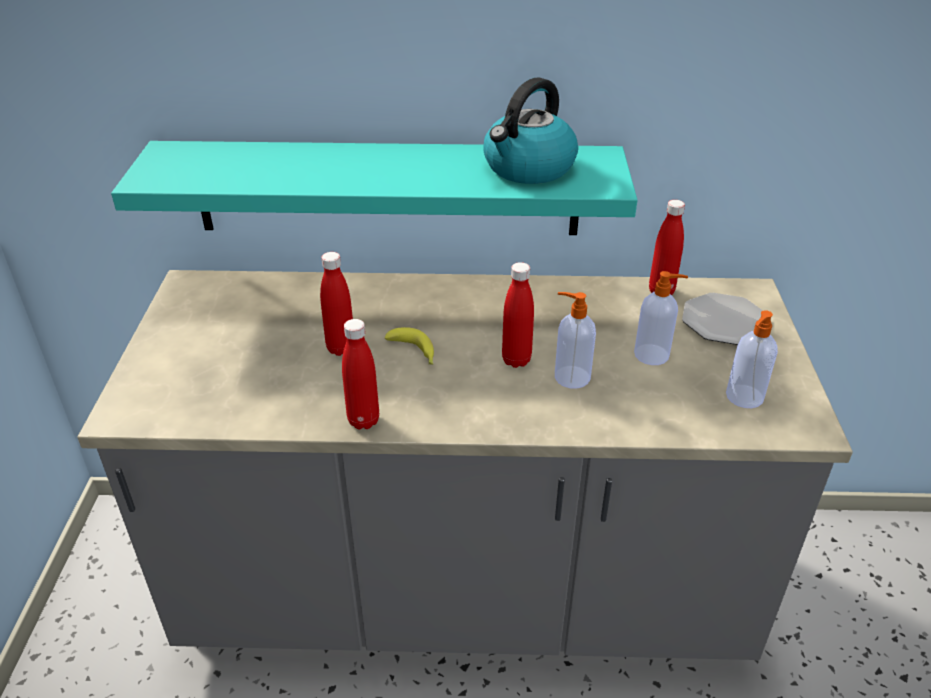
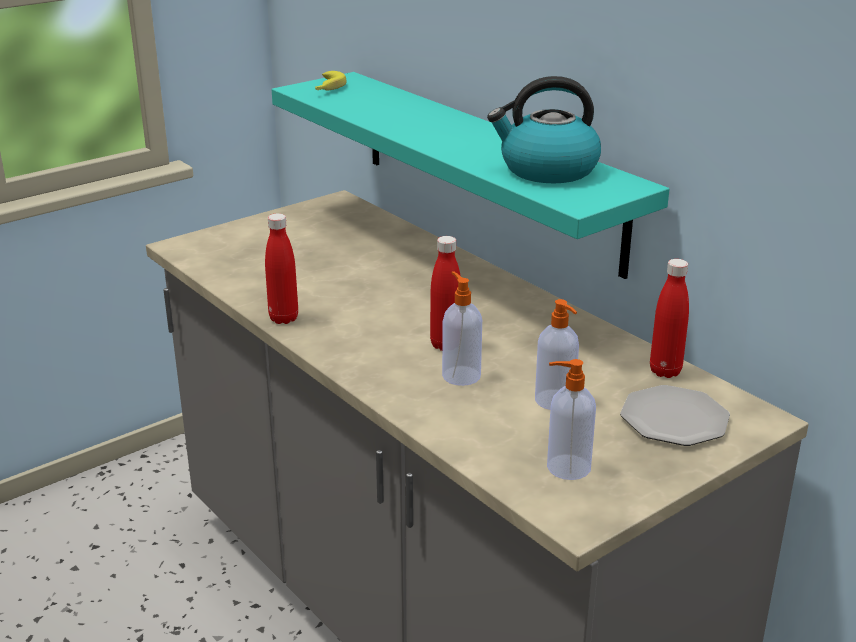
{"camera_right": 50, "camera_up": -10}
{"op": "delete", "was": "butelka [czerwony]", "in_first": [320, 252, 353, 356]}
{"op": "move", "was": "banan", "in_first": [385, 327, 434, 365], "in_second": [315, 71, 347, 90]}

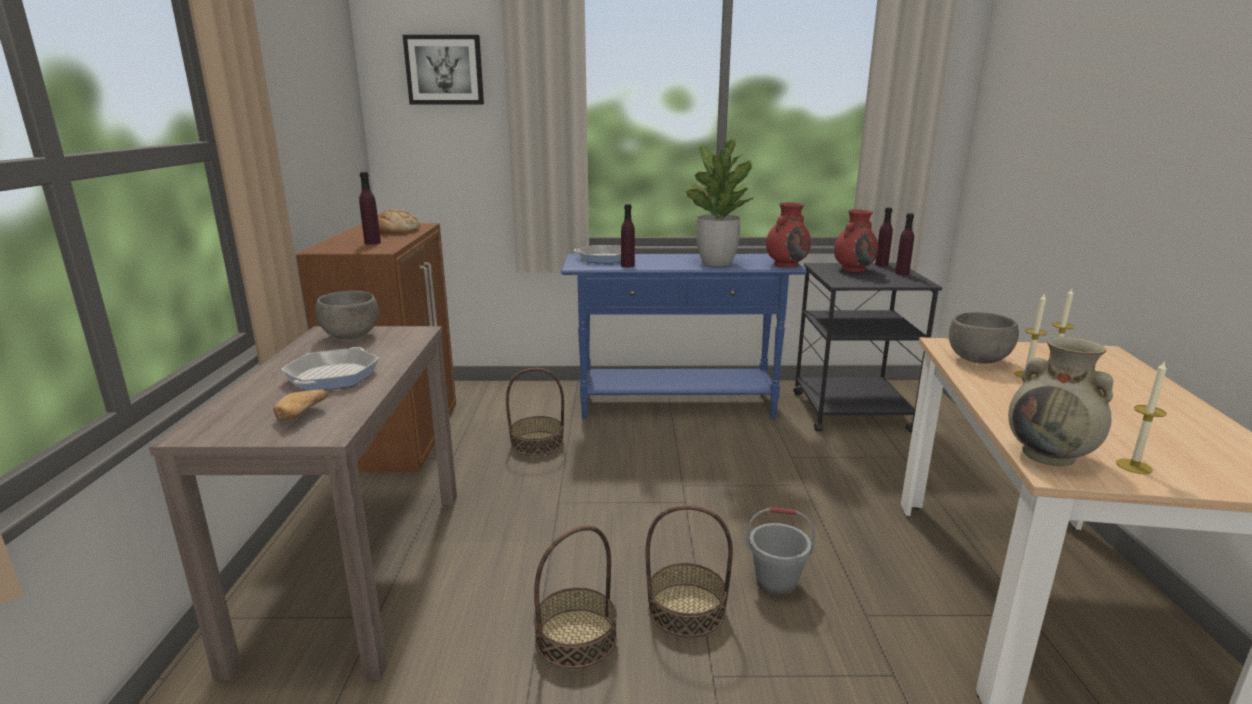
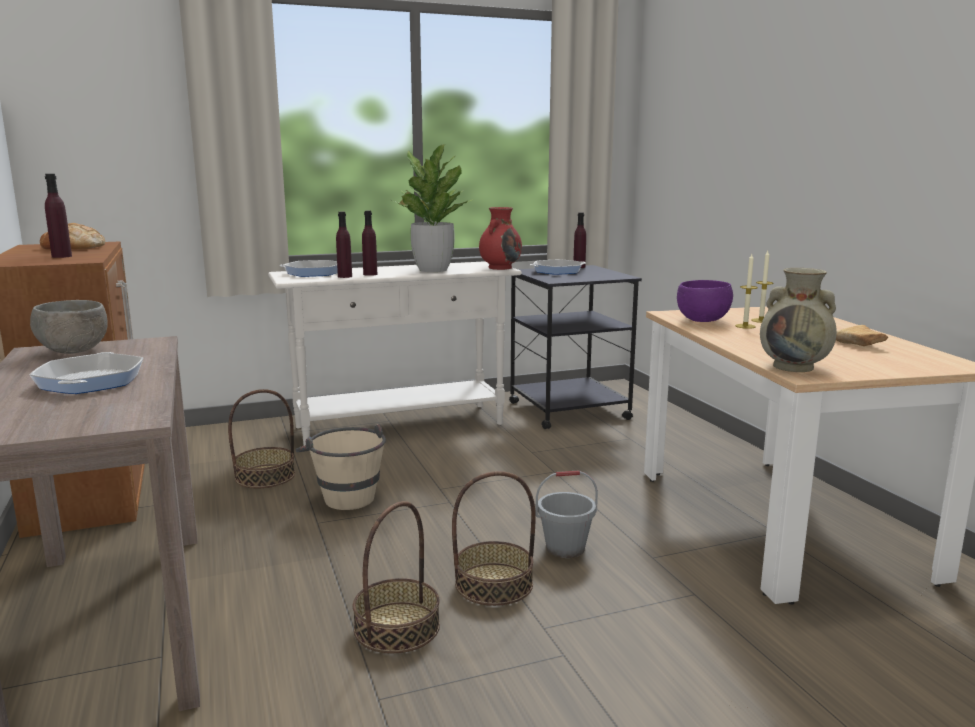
{"camera_right": -20, "camera_up": -5}
{"op": "move", "was": "chleb", "in_first": [273, 390, 328, 421], "in_second": [836, 325, 888, 346]}
{"op": "delete", "was": "obraz", "in_first": [403, 35, 484, 104]}
{"op": "recolor", "was": "stolik konsolowy [niebieski]", "now": "stolik konsolowy [biały]", "in_first": [561, 254, 807, 419], "in_second": [268, 261, 522, 446]}
{"op": "replace", "was": "wazon [czerwony]", "now": "patelnia", "in_first": [834, 209, 878, 272], "in_second": [530, 259, 586, 275]}
{"op": "move", "was": "butelka [fioletowy]", "in_first": [895, 213, 914, 275], "in_second": [362, 211, 377, 276]}
{"op": "recolor", "was": "miska [szary]", "now": "miska [fioletowy]", "in_first": [949, 312, 1019, 364], "in_second": [677, 280, 733, 322]}
{"op": "delete", "was": "świeca", "in_first": [1116, 360, 1167, 474]}
{"op": "insert", "now": "wiadro [beżowy]", "in_second": [296, 424, 386, 510]}

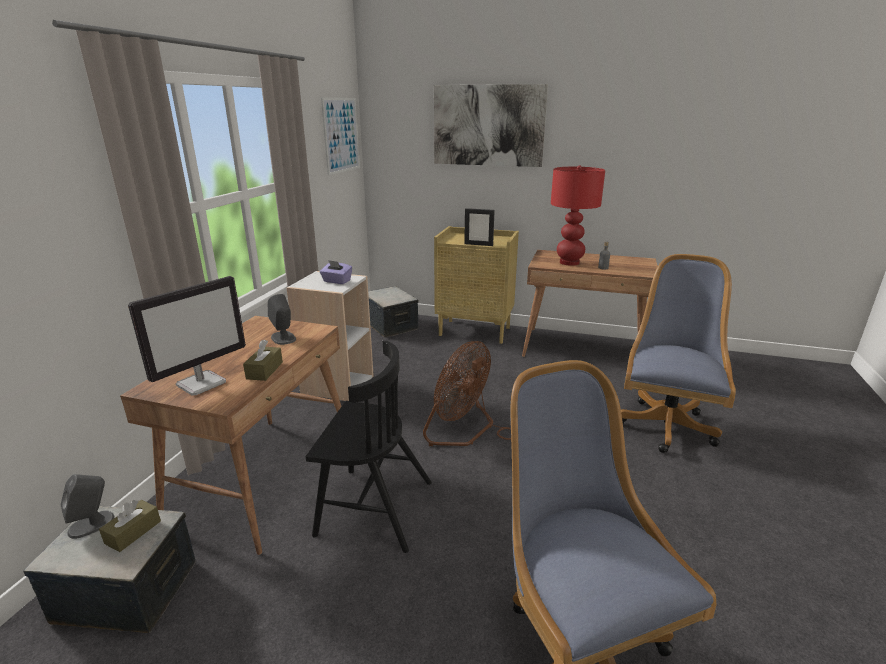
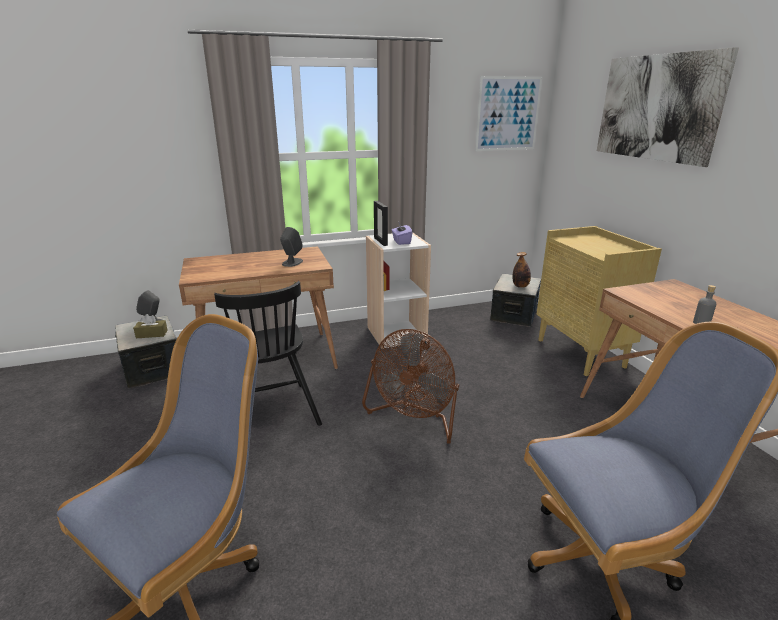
{"camera_right": 55, "camera_up": 0}
{"op": "delete", "was": "monitor", "in_first": [128, 276, 246, 395]}
{"op": "delete", "was": "pudełko chusteczek [brązowy]", "in_first": [243, 340, 283, 381]}
{"op": "rotate", "was": "wentylator [brązowy]", "in_first": [423, 341, 511, 446], "in_second": [362, 329, 459, 443], "clockwise": -150}
{"op": "move", "was": "ramka na zdjęcie", "in_first": [464, 208, 495, 246], "in_second": [374, 201, 388, 246]}
{"op": "delete", "was": "lampa stołowa [czerwony]", "in_first": [551, 165, 605, 266]}
{"op": "insert", "now": "butelka", "in_second": [512, 252, 531, 288]}

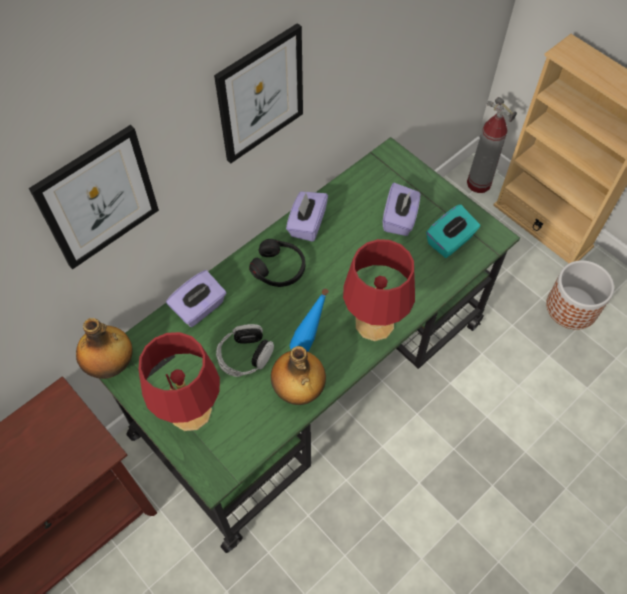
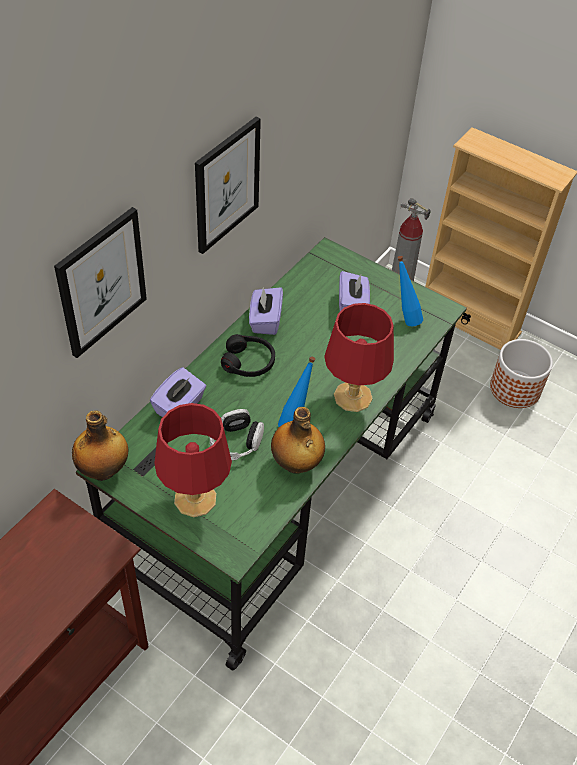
{"camera_right": -15, "camera_up": -10}
{"op": "replace", "was": "pudełko chusteczek [turkusowy]", "now": "butelka [niebieski]", "in_first": [426, 204, 480, 258], "in_second": [397, 256, 423, 326]}

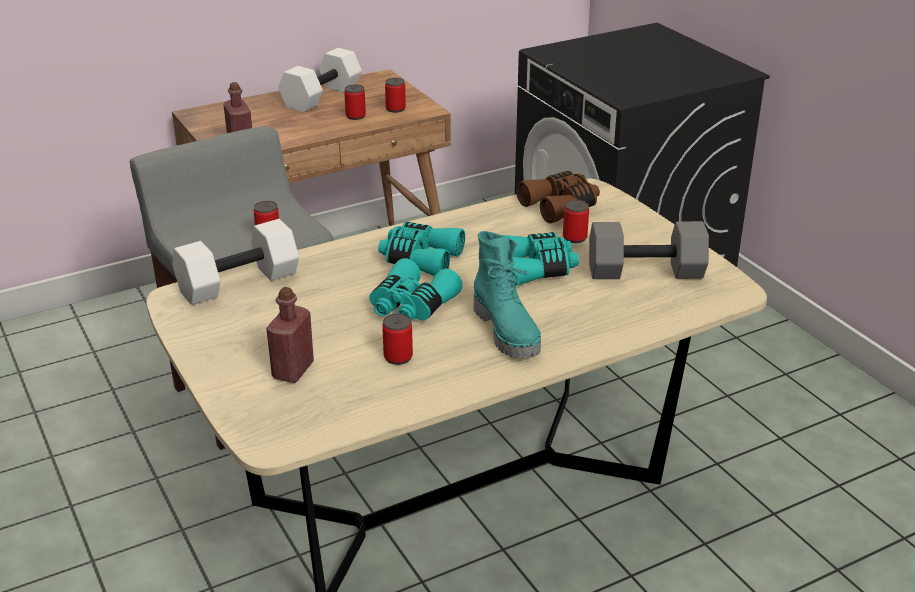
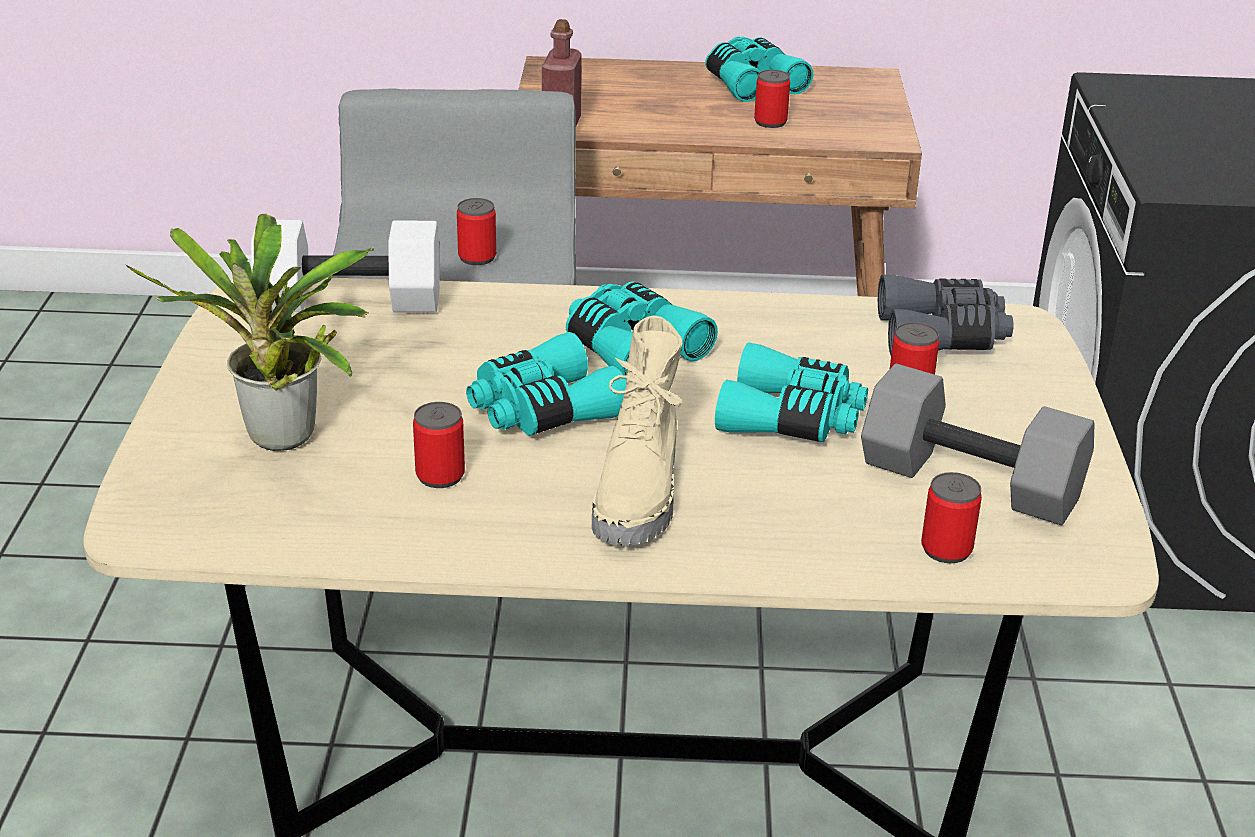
{"camera_right": 30, "camera_up": 0}
{"op": "replace", "was": "butelka [czerwony]", "now": "roślina doniczkowa", "in_first": [266, 287, 314, 383], "in_second": [126, 213, 374, 451]}
{"op": "replace", "was": "hantel [biały]", "now": "lornetka [turkusowy]", "in_first": [278, 48, 362, 112], "in_second": [705, 37, 813, 102]}
{"op": "move", "was": "puszka", "in_first": [385, 78, 406, 113], "in_second": [921, 472, 982, 563]}
{"op": "recolor", "was": "but z cholewką [turkusowy]", "now": "but z cholewką [beżowy]", "in_first": [474, 231, 541, 358], "in_second": [592, 316, 683, 545]}
{"op": "recolor", "was": "lornetka [brązowy]", "now": "lornetka [szary]", "in_first": [516, 171, 600, 223], "in_second": [878, 275, 1013, 355]}

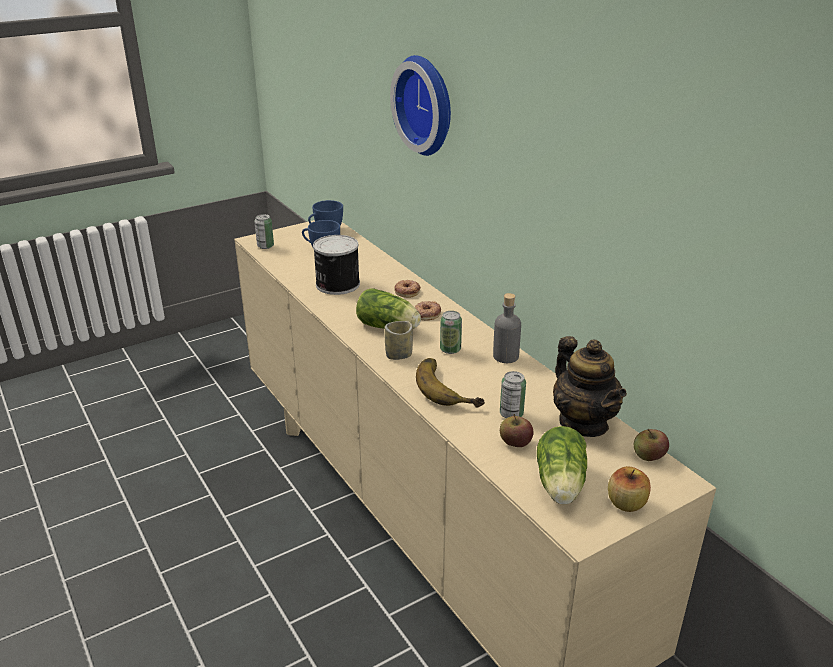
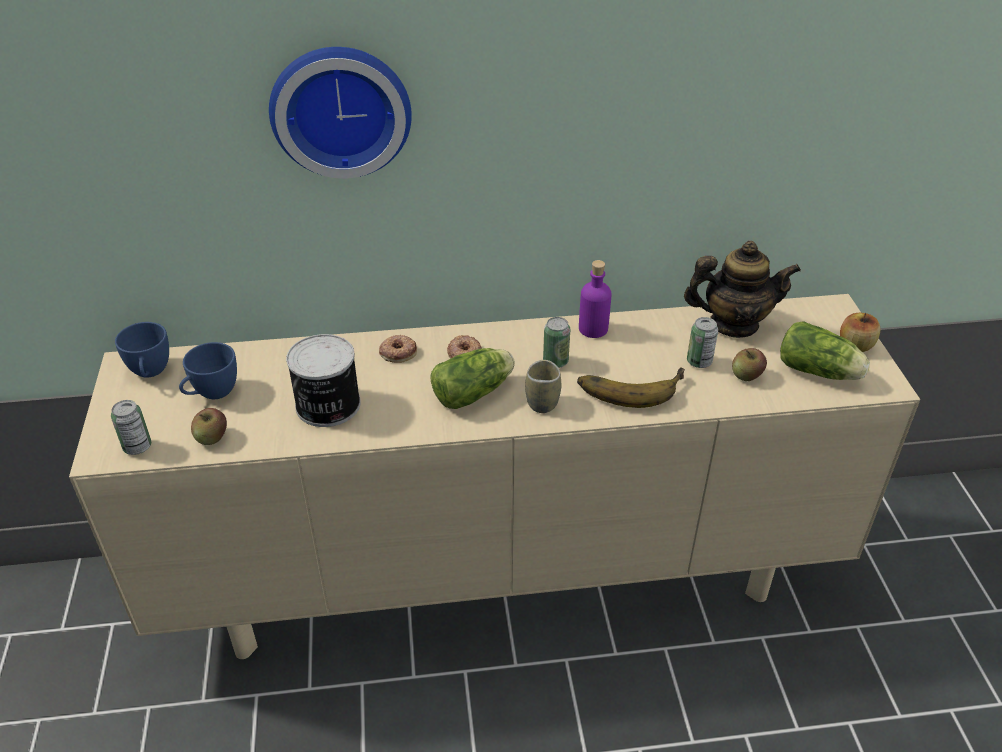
{"camera_right": -65, "camera_up": 10}
{"op": "recolor", "was": "butelka [szary]", "now": "butelka [fioletowy]", "in_first": [493, 293, 521, 363], "in_second": [579, 260, 612, 338]}
{"op": "move", "was": "jabłko", "in_first": [634, 429, 669, 461], "in_second": [191, 408, 227, 445]}

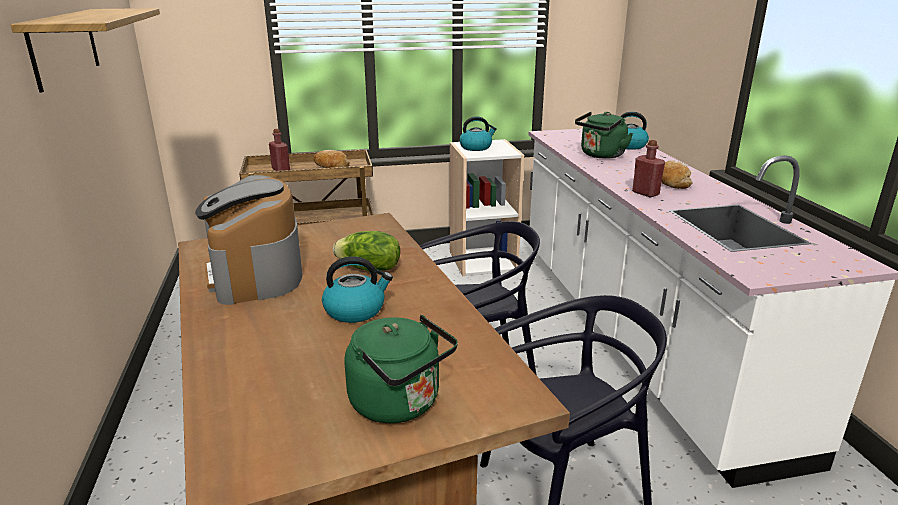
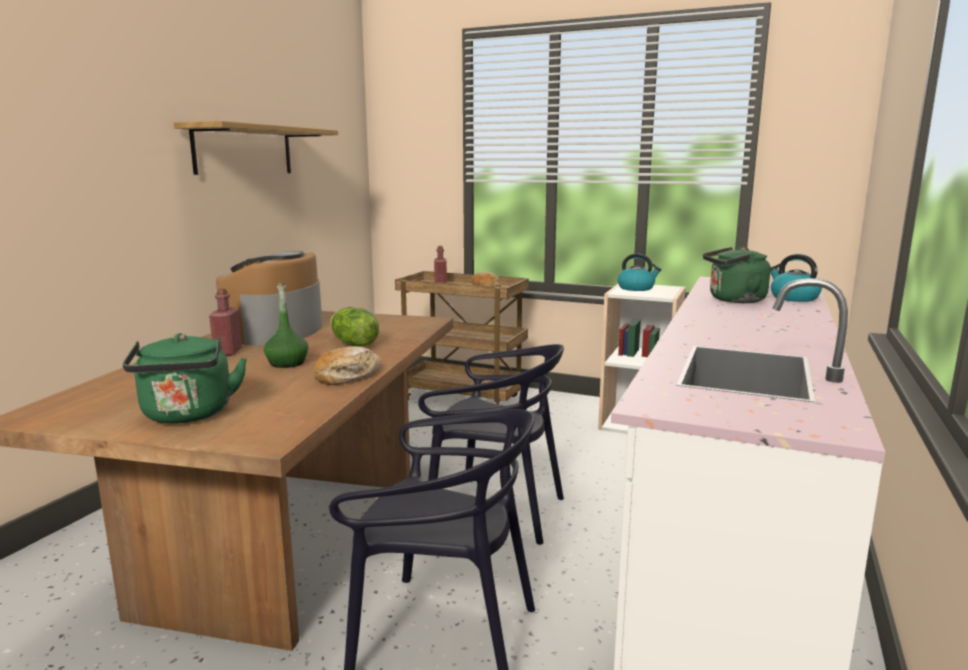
{"camera_right": 35, "camera_up": -10}
{"op": "replace", "was": "czajnik", "now": "butelka [zielony]", "in_first": [322, 256, 393, 323], "in_second": [264, 283, 308, 368]}
{"op": "move", "was": "butelka [czerwony]", "in_first": [632, 140, 665, 197], "in_second": [209, 288, 242, 356]}
{"op": "move", "was": "chleb", "in_first": [661, 161, 693, 189], "in_second": [313, 346, 381, 385]}

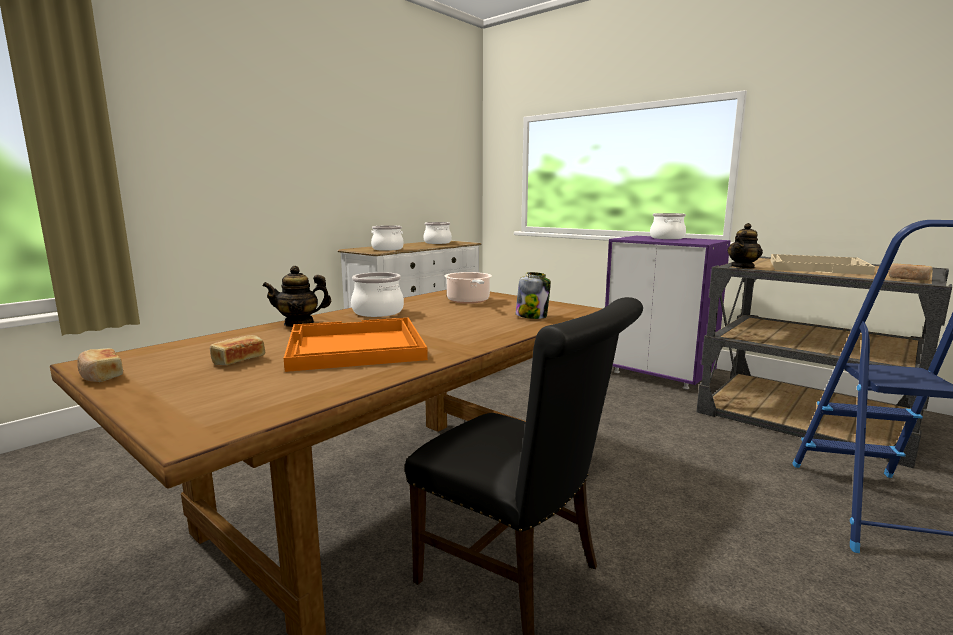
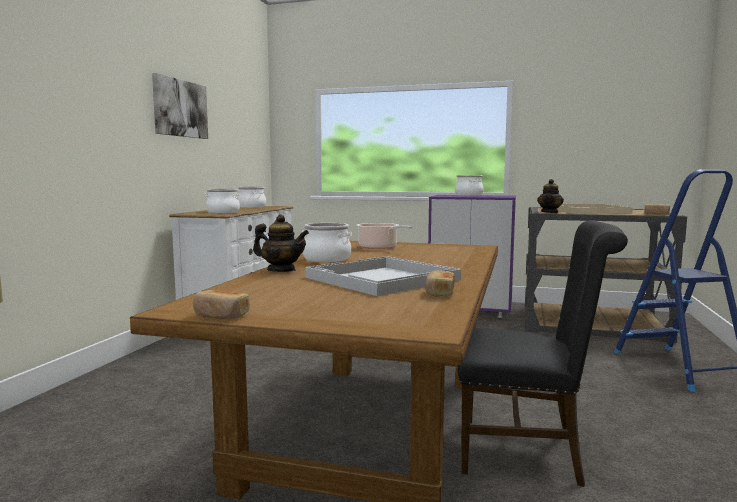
{"camera_right": -25, "camera_up": -5}
{"op": "move", "was": "chleb", "in_first": [210, 335, 265, 365], "in_second": [425, 270, 455, 297]}
{"op": "rotate", "was": "imbryk", "in_first": [262, 266, 331, 327], "in_second": [253, 214, 309, 272], "clockwise": -120}
{"op": "recolor", "was": "taca [pomarańczowy]", "now": "taca [biały]", "in_first": [284, 318, 428, 372], "in_second": [305, 256, 461, 296]}
{"op": "delete", "was": "słoik", "in_first": [516, 272, 551, 319]}
{"op": "insert", "now": "obraz", "in_second": [152, 73, 208, 139]}

